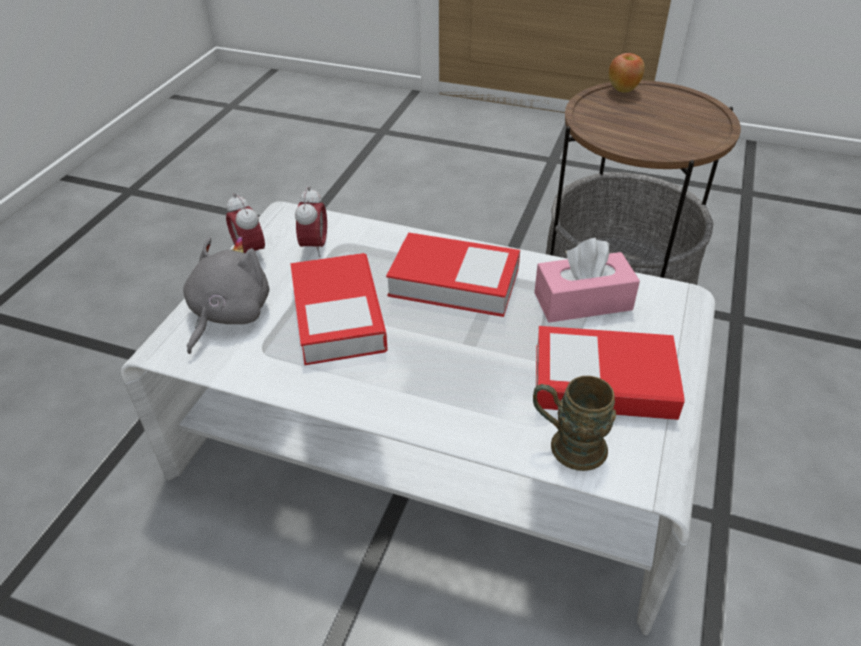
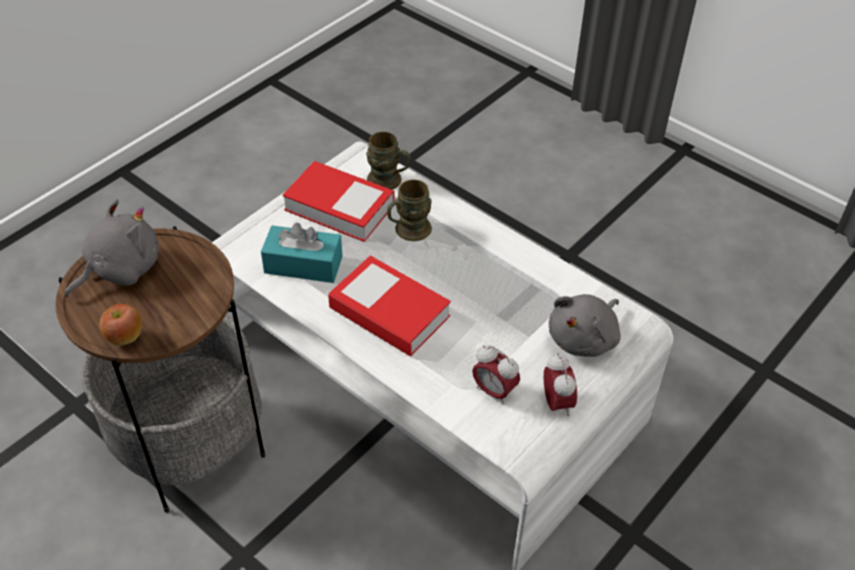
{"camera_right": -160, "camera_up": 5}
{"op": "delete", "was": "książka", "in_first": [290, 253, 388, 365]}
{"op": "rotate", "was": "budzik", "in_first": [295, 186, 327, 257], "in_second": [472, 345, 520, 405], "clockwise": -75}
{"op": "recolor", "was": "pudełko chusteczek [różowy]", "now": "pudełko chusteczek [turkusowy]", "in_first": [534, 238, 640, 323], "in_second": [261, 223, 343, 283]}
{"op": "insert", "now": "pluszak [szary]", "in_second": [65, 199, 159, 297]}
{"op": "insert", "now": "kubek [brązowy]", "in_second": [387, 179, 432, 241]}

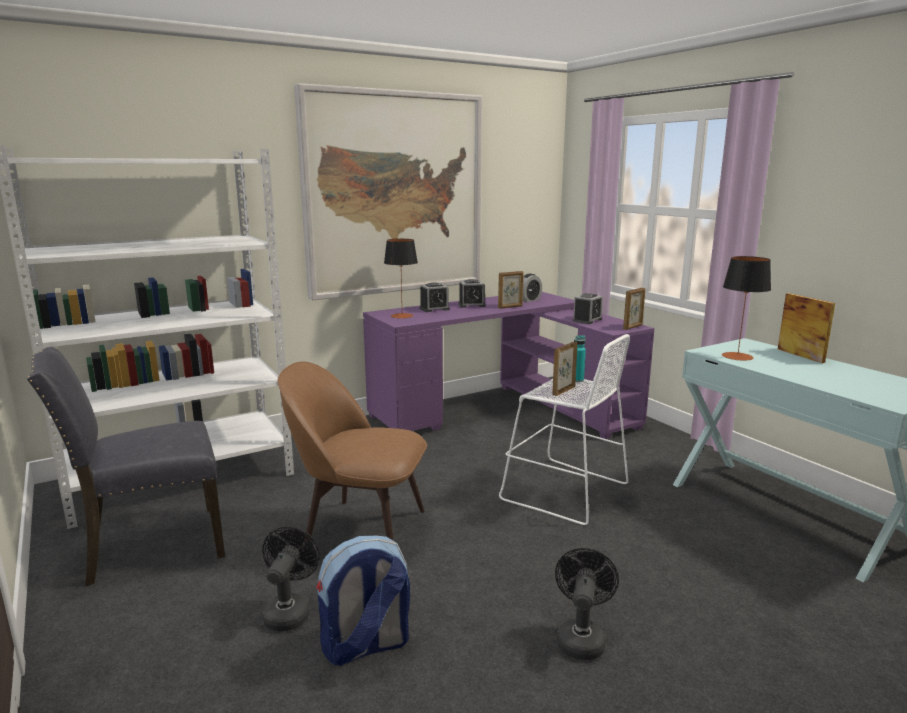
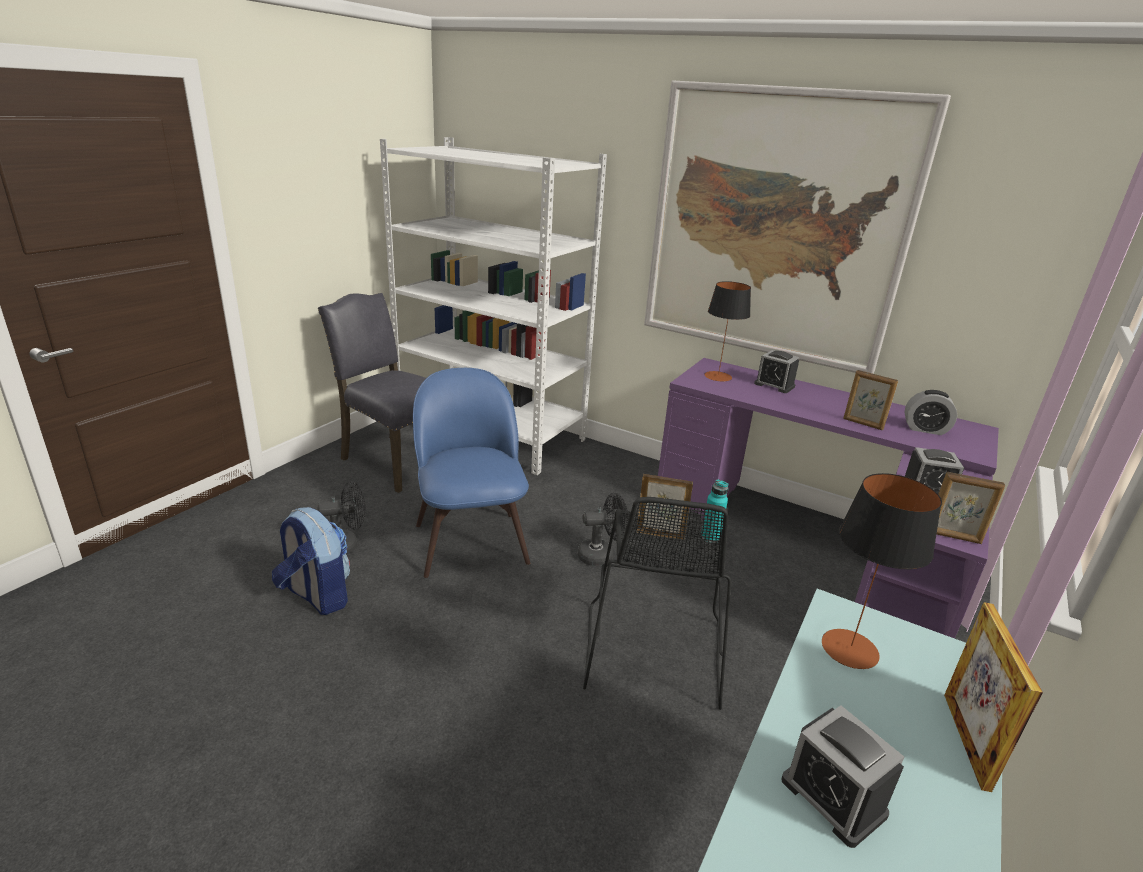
{"camera_right": 60, "camera_up": 10}
{"op": "recolor", "was": "krzesło [brązowy]", "now": "krzesło [niebieski]", "in_first": [277, 361, 427, 545], "in_second": [413, 368, 530, 578]}
{"op": "move", "was": "budzik", "in_first": [458, 279, 486, 307], "in_second": [781, 705, 904, 848]}
{"op": "recolor", "was": "stołek [biały]", "now": "stołek [czarny]", "in_first": [499, 334, 630, 525], "in_second": [583, 497, 731, 710]}
{"op": "move", "was": "wentylator [czarny]", "in_first": [555, 548, 619, 660], "in_second": [578, 493, 628, 566]}
{"op": "rotate", "was": "ramka na zdjęcie", "in_first": [778, 293, 835, 363], "in_second": [944, 602, 1043, 792], "clockwise": 150}

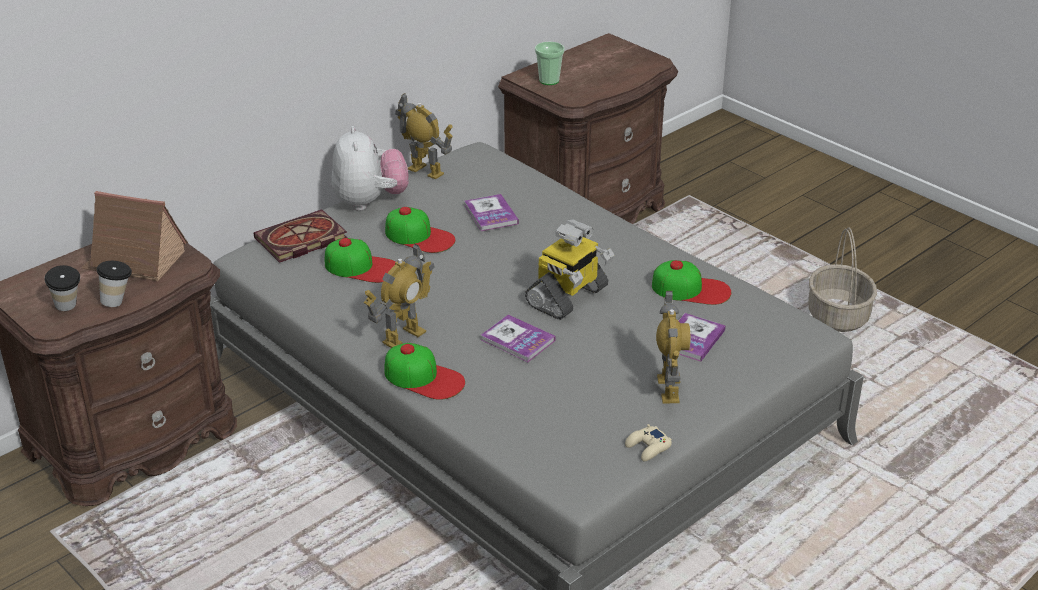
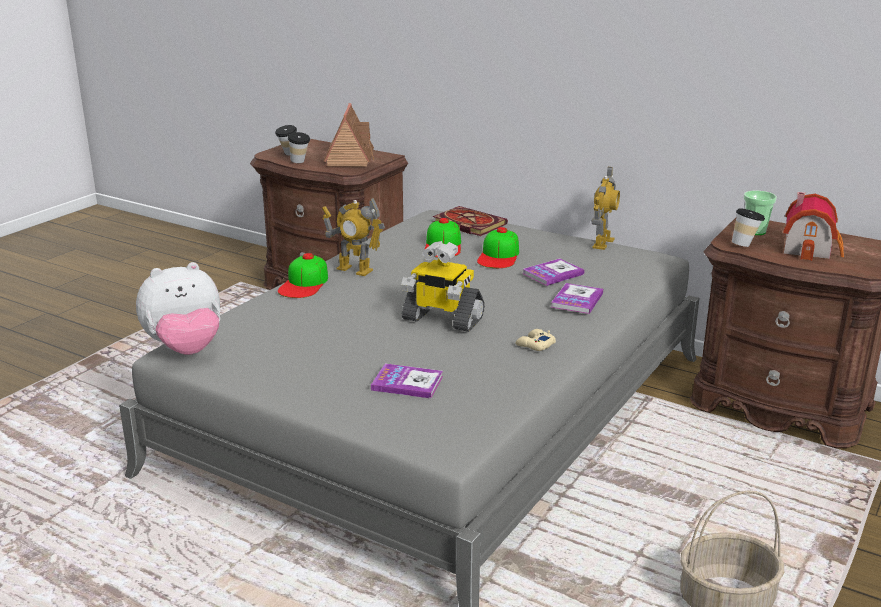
{"camera_right": 75, "camera_up": -10}
{"op": "move", "was": "pluszak", "in_first": [332, 126, 409, 211], "in_second": [136, 262, 220, 355]}
{"op": "move", "was": "książka", "in_first": [481, 315, 555, 362], "in_second": [551, 283, 603, 314]}
{"op": "move", "was": "pad do gier [beżowy]", "in_first": [625, 424, 672, 462], "in_second": [515, 329, 556, 351]}
{"op": "delete", "was": "czapka z daszkiem", "in_first": [652, 260, 731, 305]}
{"op": "delete", "was": "robot zabawkowy", "in_first": [656, 291, 690, 403]}
{"op": "insert", "now": "filiżanka", "in_second": [732, 208, 765, 247]}
{"op": "insert", "now": "domek", "in_second": [783, 192, 844, 261]}

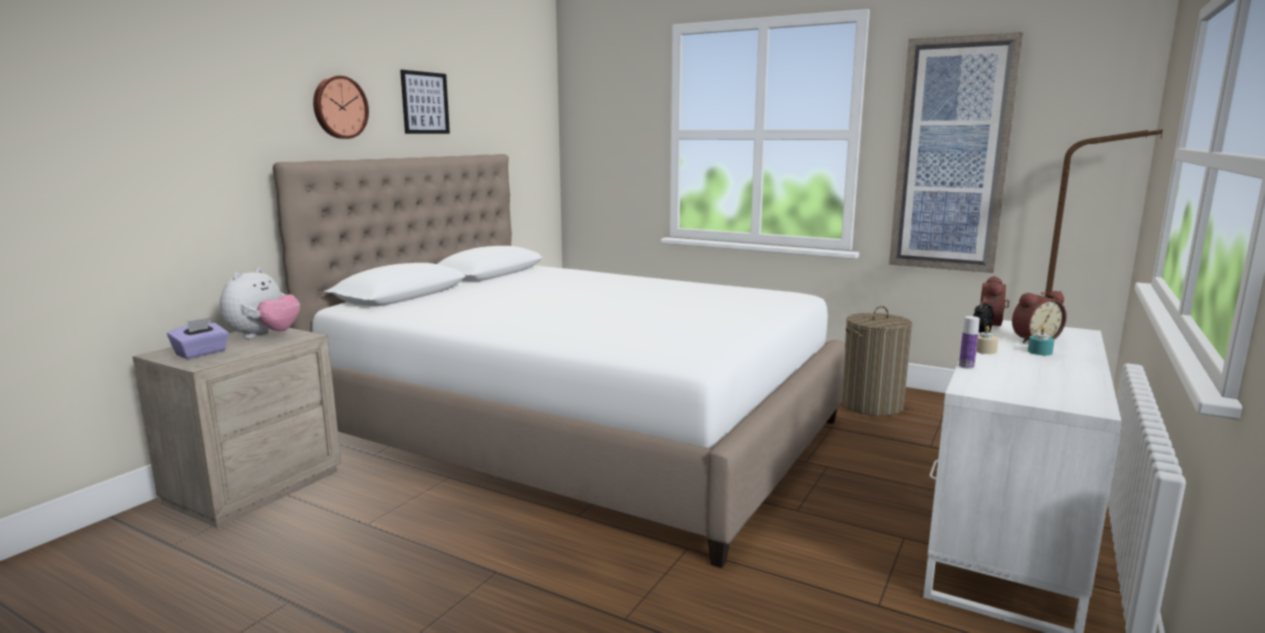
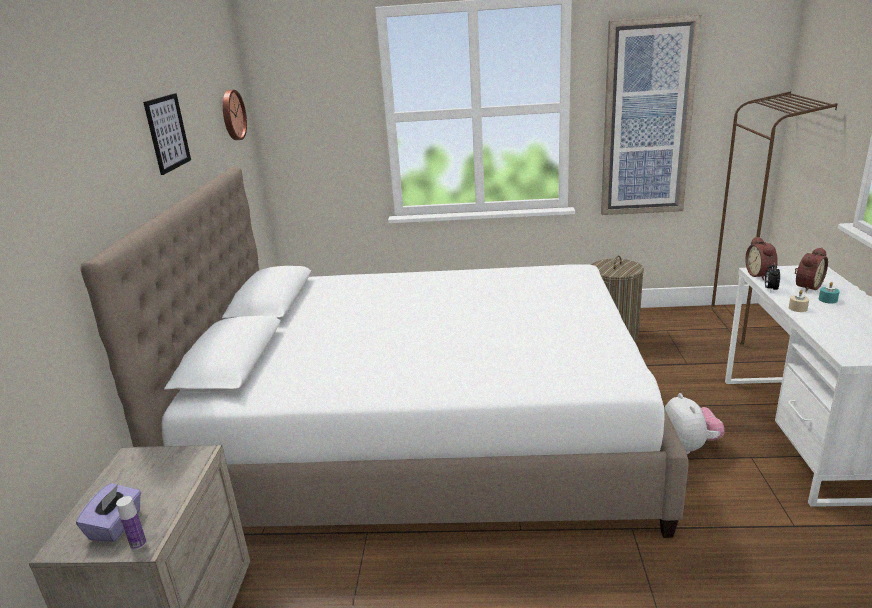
{"camera_right": -25, "camera_up": 10}
{"op": "move", "was": "pluszak", "in_first": [220, 268, 300, 339], "in_second": [665, 393, 725, 454]}
{"op": "move", "was": "zegar ścienny", "in_first": [313, 76, 369, 139], "in_second": [223, 90, 247, 140]}
{"op": "move", "was": "butelka", "in_first": [959, 316, 980, 369], "in_second": [116, 496, 147, 550]}

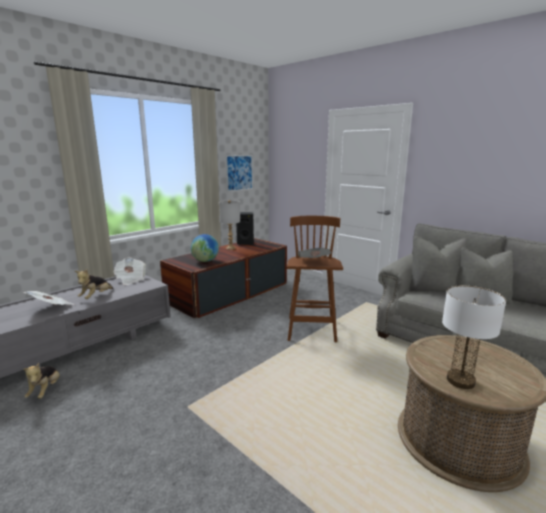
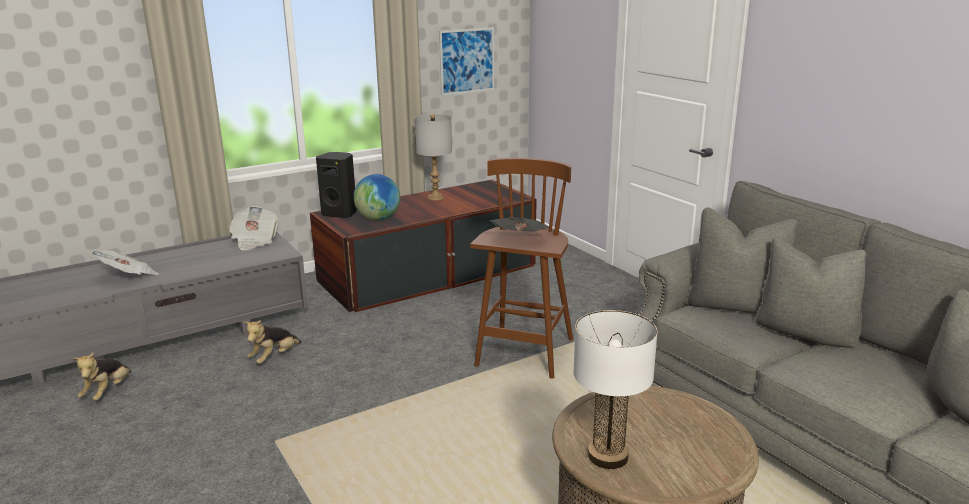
{"camera_right": 15, "camera_up": 5}
{"op": "move", "was": "pluszak", "in_first": [75, 269, 113, 299], "in_second": [244, 320, 302, 364]}
{"op": "move", "was": "głośnik [czarny]", "in_first": [236, 212, 254, 245], "in_second": [316, 152, 357, 218]}

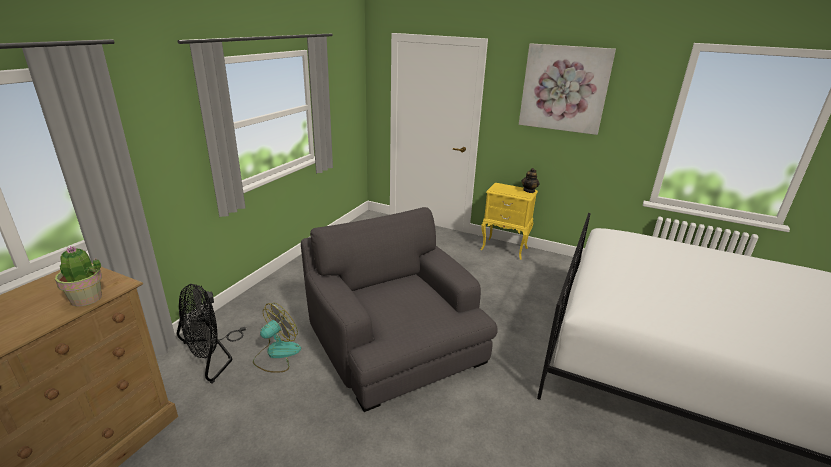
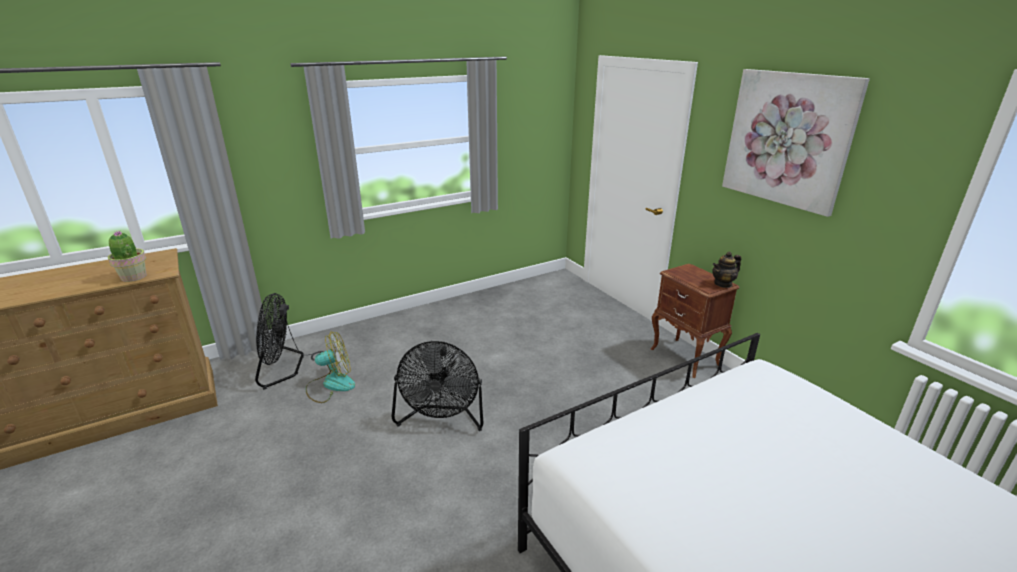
{"camera_right": 35, "camera_up": 0}
{"op": "replace", "was": "fotel [szary]", "now": "wentylator [czarny]", "in_first": [301, 207, 498, 412], "in_second": [392, 341, 483, 431]}
{"op": "recolor", "was": "szafka nocna [żółty]", "now": "szafka nocna [brązowy]", "in_first": [481, 183, 538, 260], "in_second": [650, 264, 740, 378]}

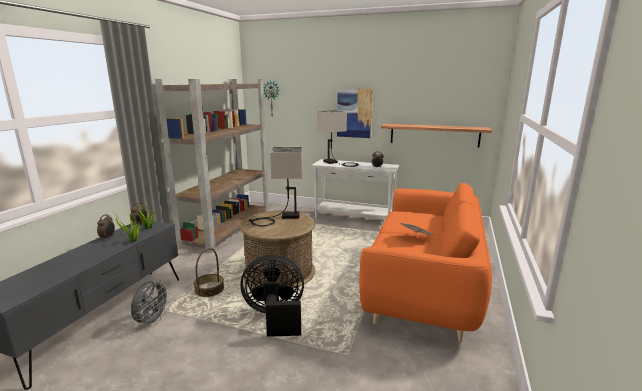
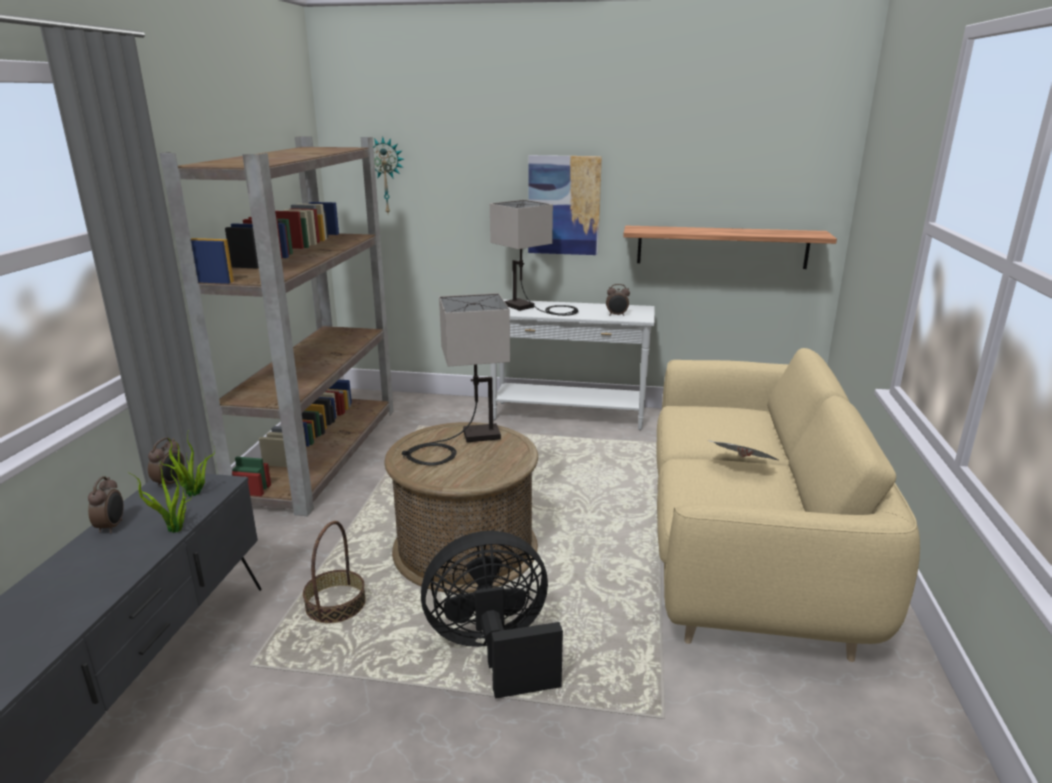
{"camera_right": -10, "camera_up": 5}
{"op": "delete", "was": "wentylator [szary]", "in_first": [131, 279, 170, 327]}
{"op": "recolor", "was": "kanapa [pomarańczowy]", "now": "kanapa [beżowy]", "in_first": [359, 183, 492, 343], "in_second": [657, 348, 920, 662]}

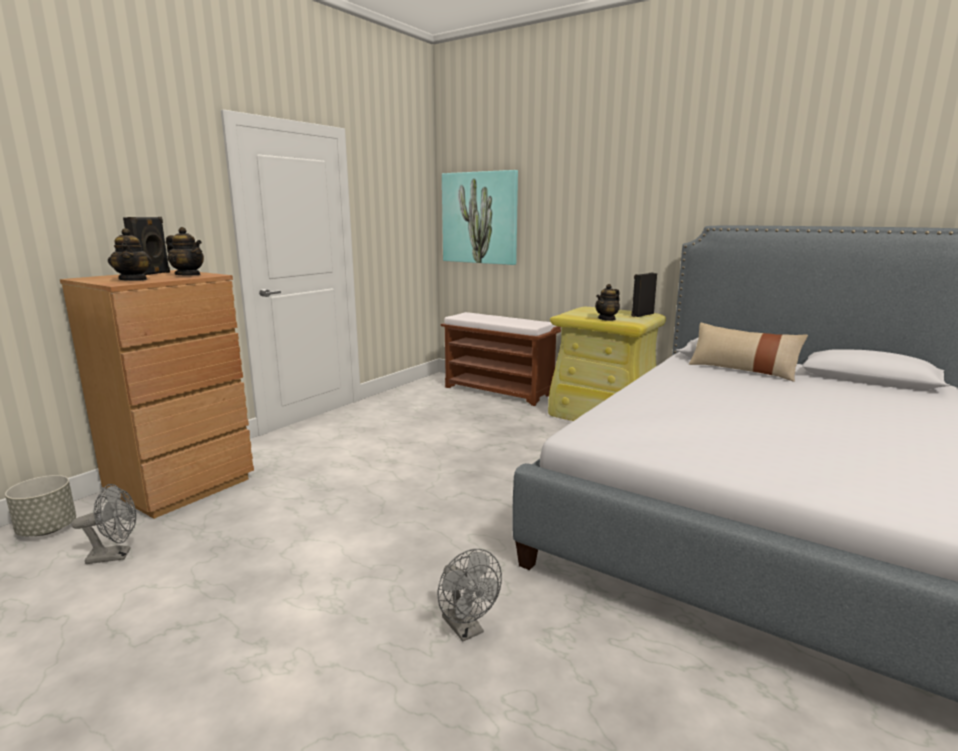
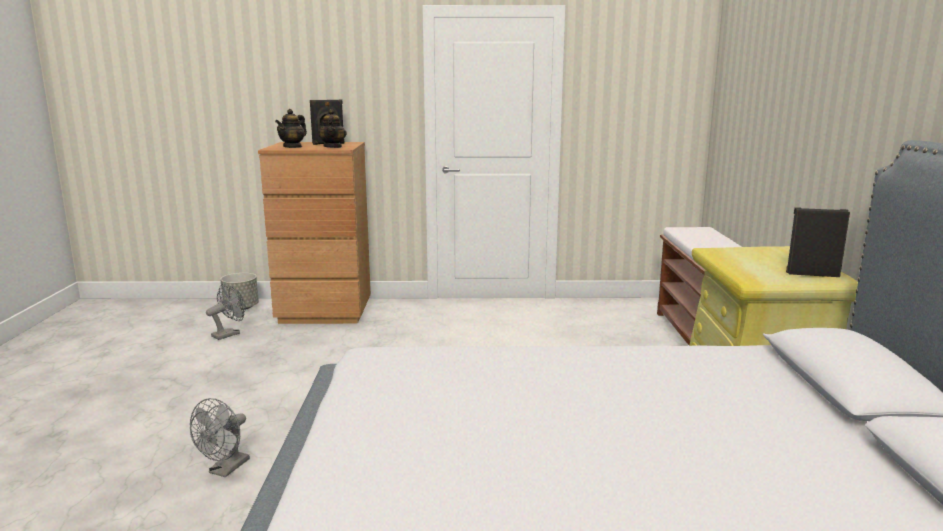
{"camera_right": 55, "camera_up": 0}
{"op": "rotate", "was": "wentylator [szary]", "in_first": [71, 484, 136, 564], "in_second": [206, 284, 246, 340], "clockwise": -90}
{"op": "delete", "was": "obraz", "in_first": [442, 170, 518, 265]}
{"op": "delete", "was": "imbryk", "in_first": [595, 284, 620, 321]}
{"op": "delete", "was": "poduszka [beżowy]", "in_first": [689, 322, 808, 382]}

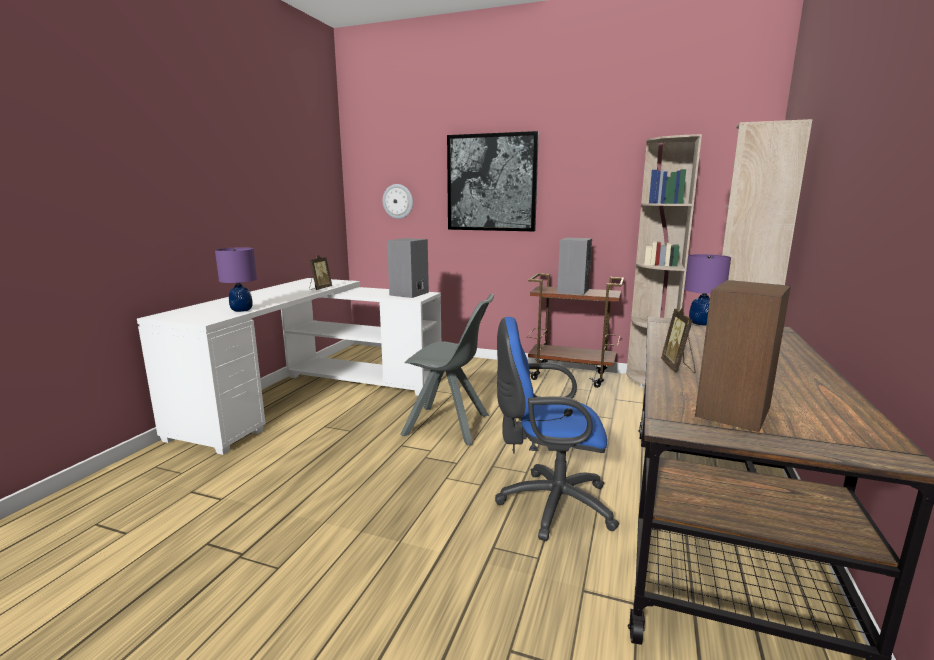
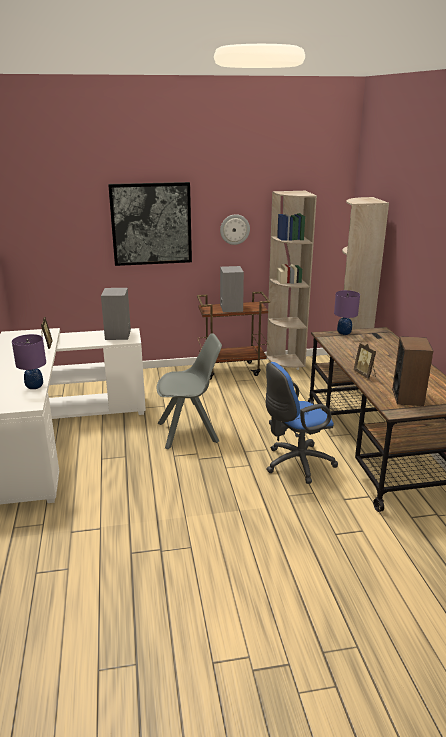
{"camera_right": -30, "camera_up": 10}
{"op": "move", "was": "zegar ścienny", "in_first": [382, 184, 413, 219], "in_second": [220, 214, 250, 245]}

